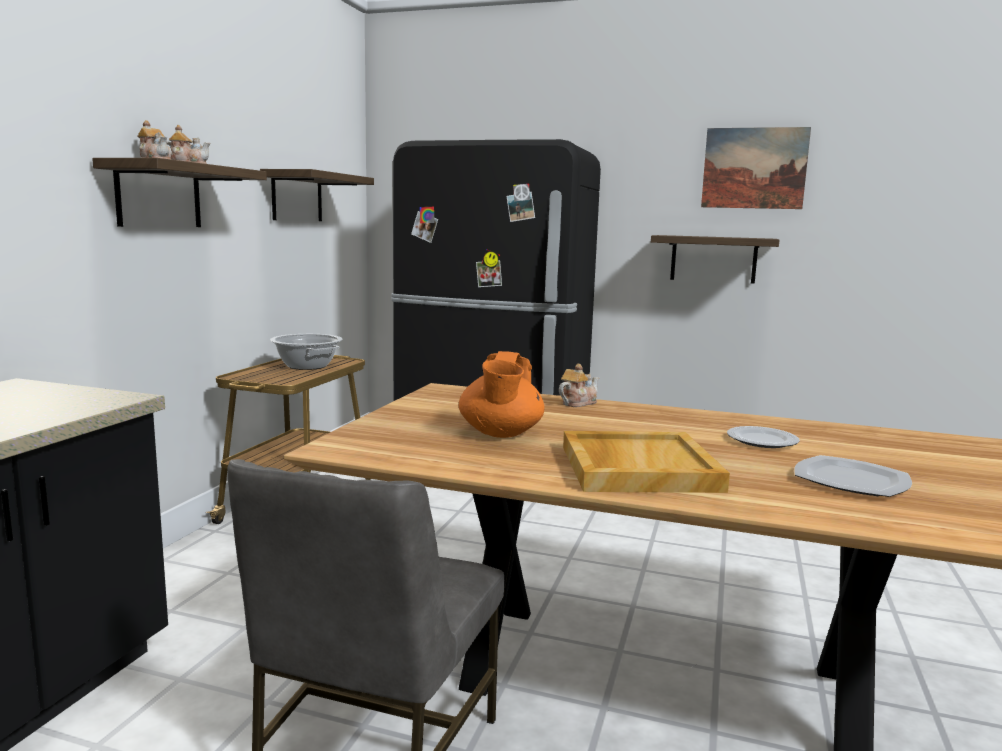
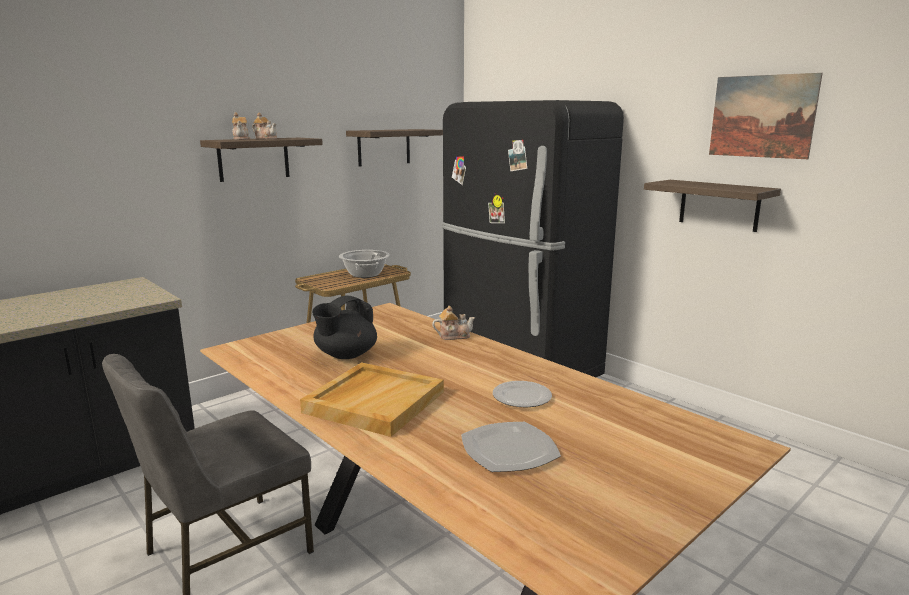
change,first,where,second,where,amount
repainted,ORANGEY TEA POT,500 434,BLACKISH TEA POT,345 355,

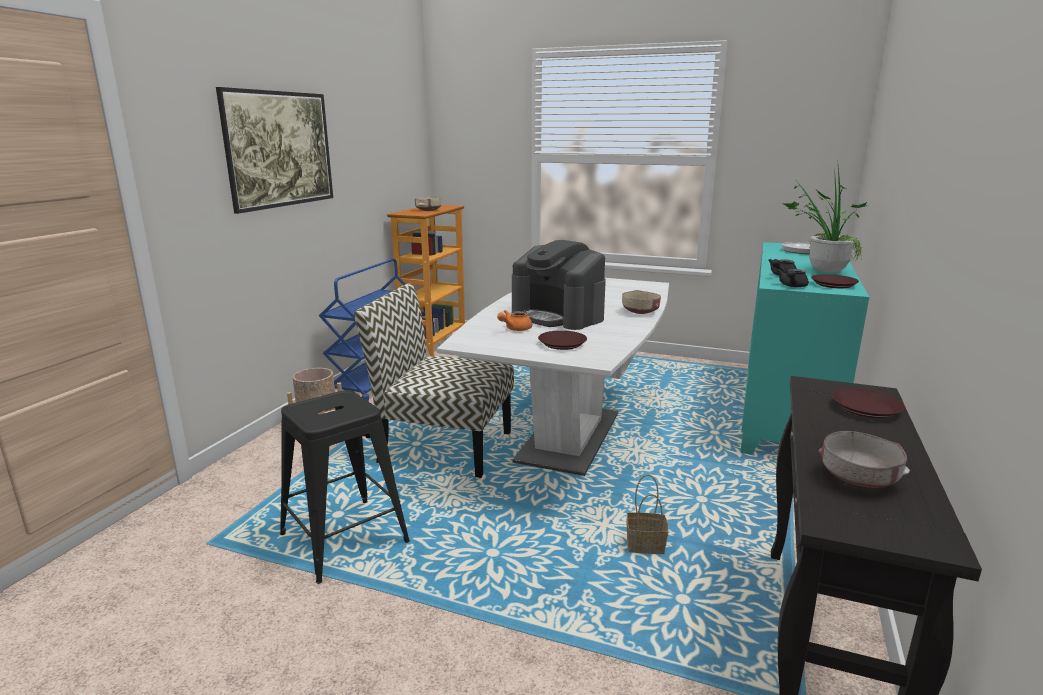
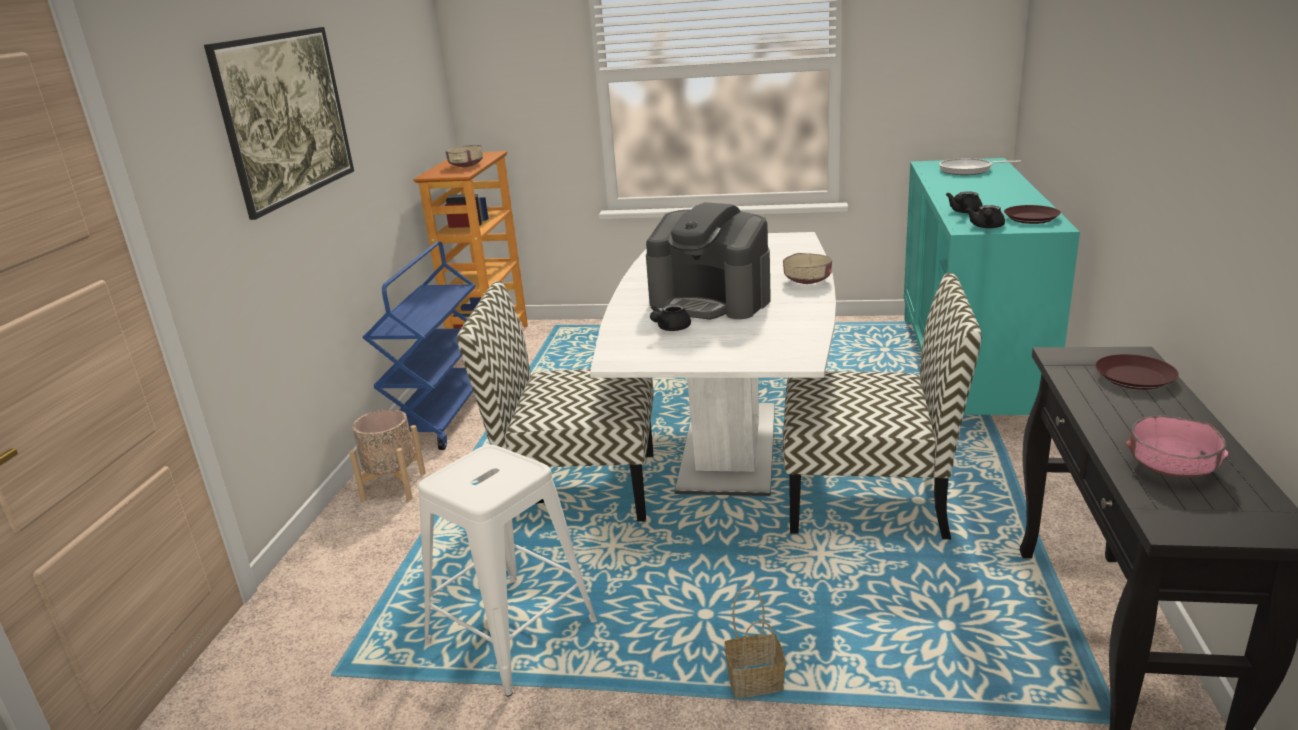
change,first,where,second,where,amount
repainted,BLACKISH STOOL,344 538,WHITE STOOL,511 632,
repainted,ORANGEY TEA POT,515 329,BLACKISH TEA POT,669 328,
shifted,HOUSEHOLD BASKET,644 546,,753 683,
new,,,PLAIN CHAIR,869 498,
repainted,GREY DEEP DISH,857 478,PINK-COLOURED DEEP DISH,1170 467,
gone,BROWNISH FLAT DISH,562 344,,,
gone,HOUSEPLANT,820 270,,,

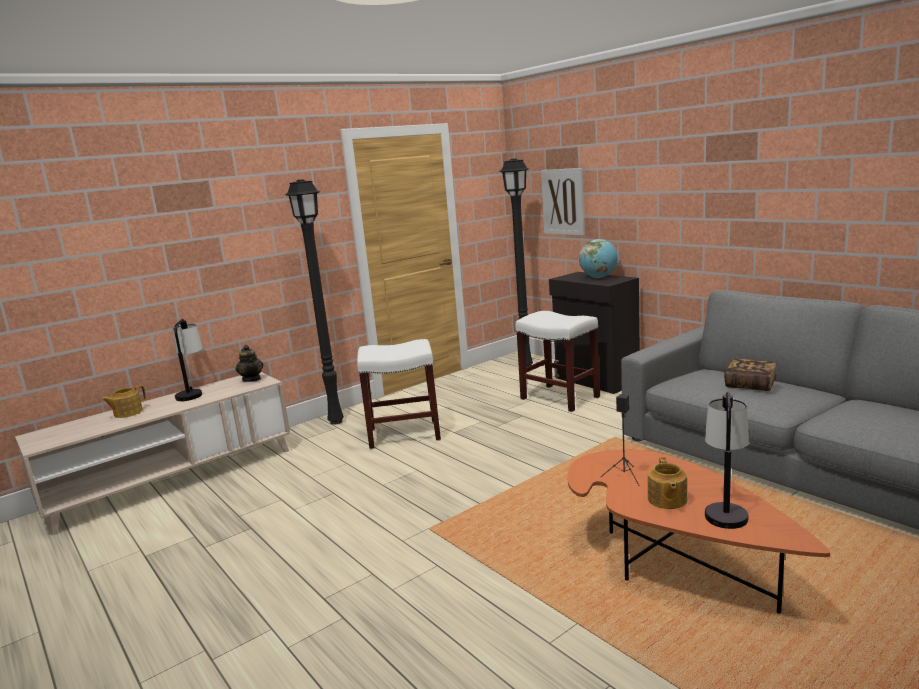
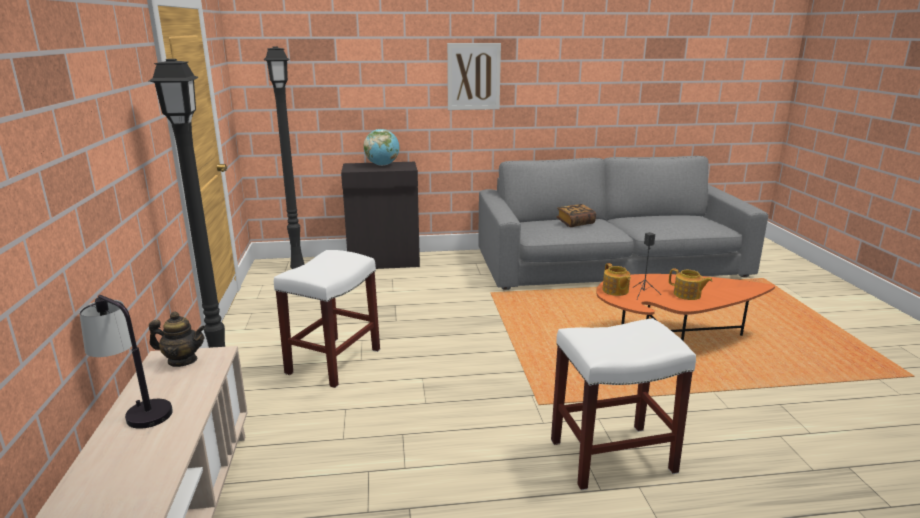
change,first,where,second,where,amount
shifted,PICTURE,563 202,,473 76,
shifted,WHITE STOOL,560 398,,613 455,
shifted,TEA POT,127 413,,615 291,
gone,TABLETOP LAMP,724 507,,,

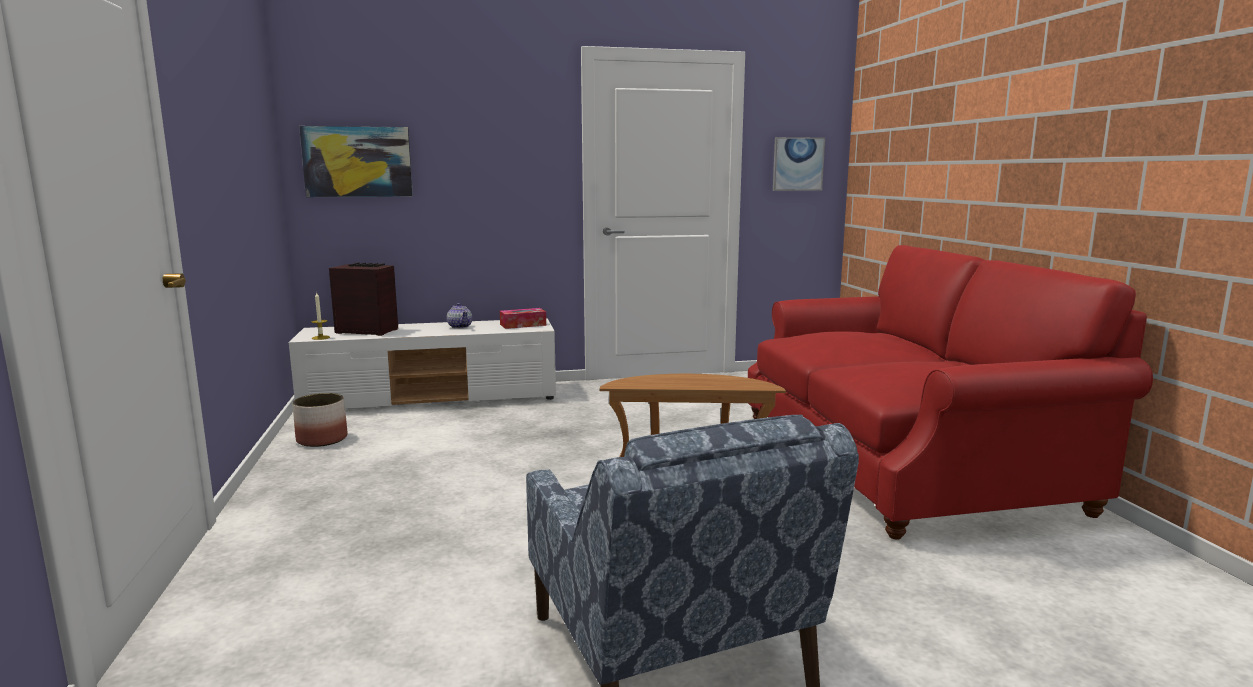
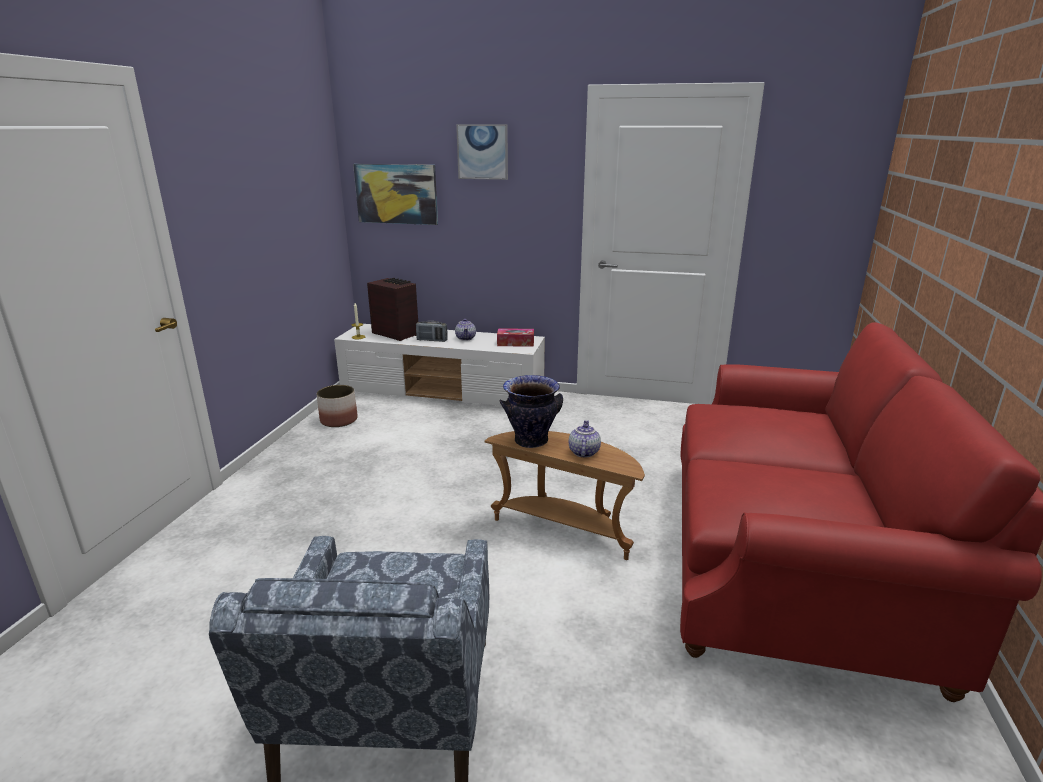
change,first,where,second,where,amount
new,,,RADIO,432 340,
shifted,PICTURE,798 164,,482 152,
new,,,FLOWER VASE,531 441,
new,,,TEA POT,583 452,

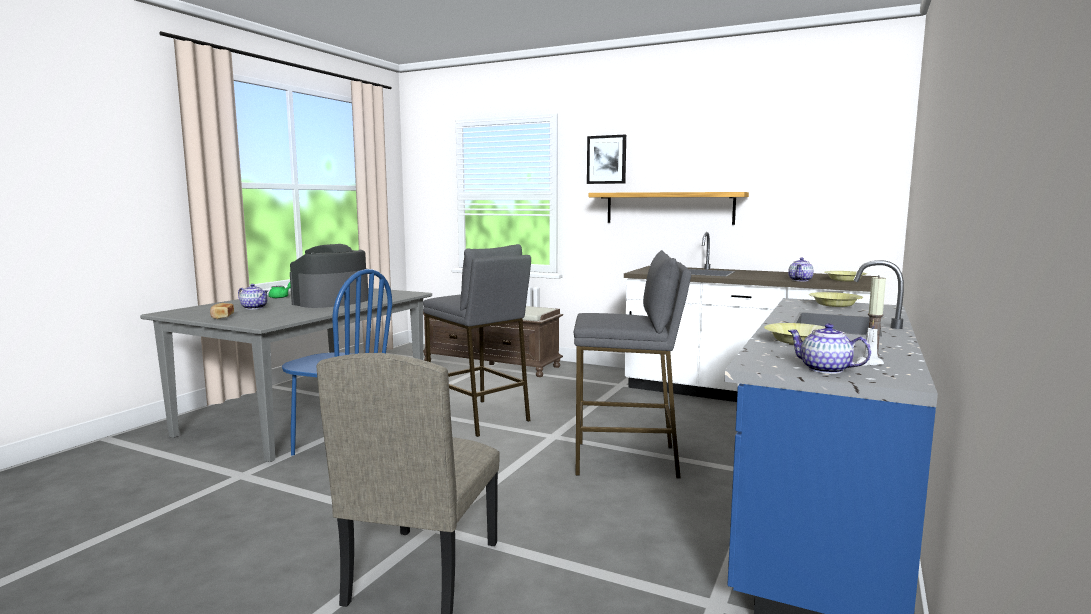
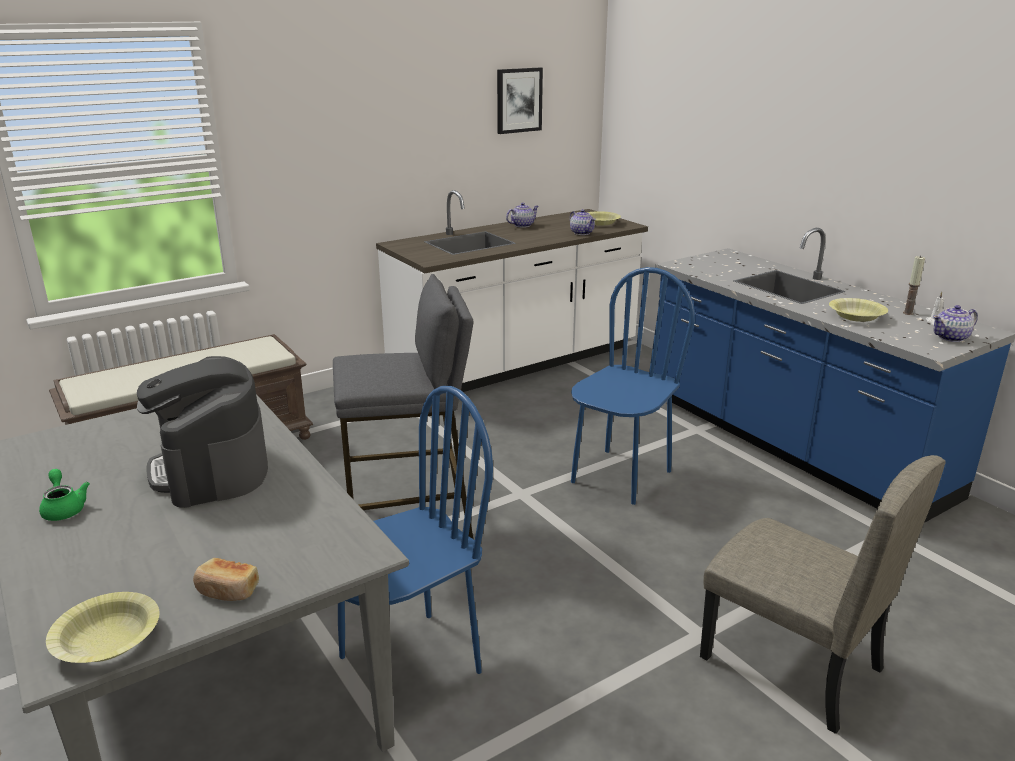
change,first,where,second,where,amount
shifted,YELLOWISH DEEP DISH,834 305,,107 641,
shifted,PICTURE,606 159,,518 100,
shifted,TEA POT,254 308,,522 225,
swapped,GREY STOOL,626 460,BLUE-COLOURED PLAIN CHAIR,620 476,
gone,BRACKET SHELF,669 208,,,

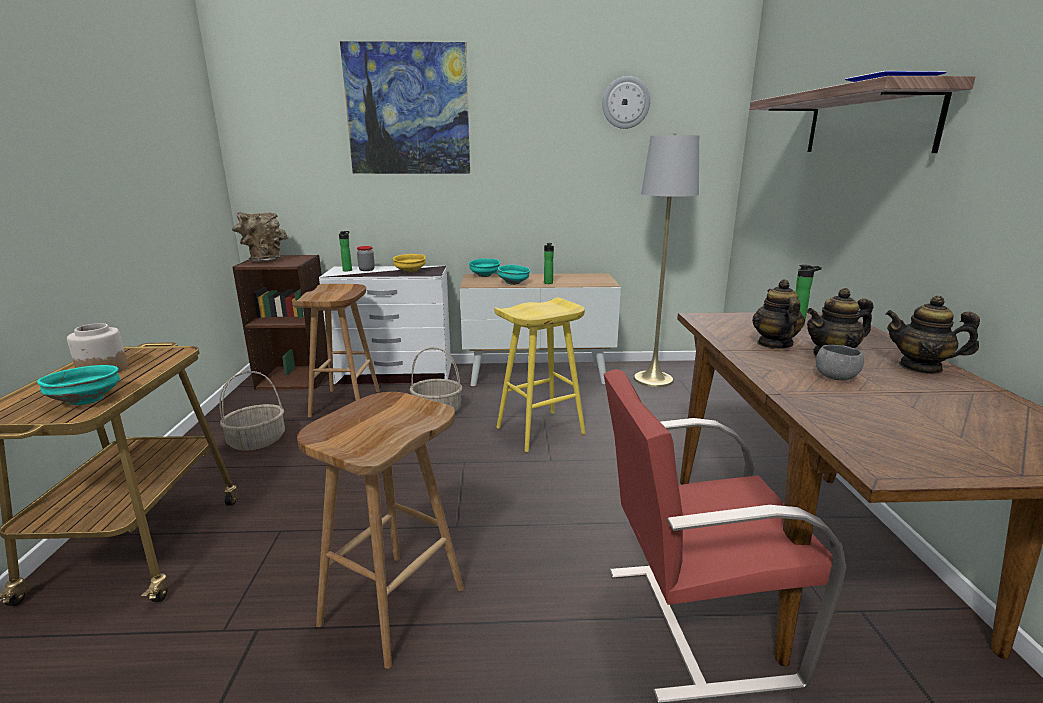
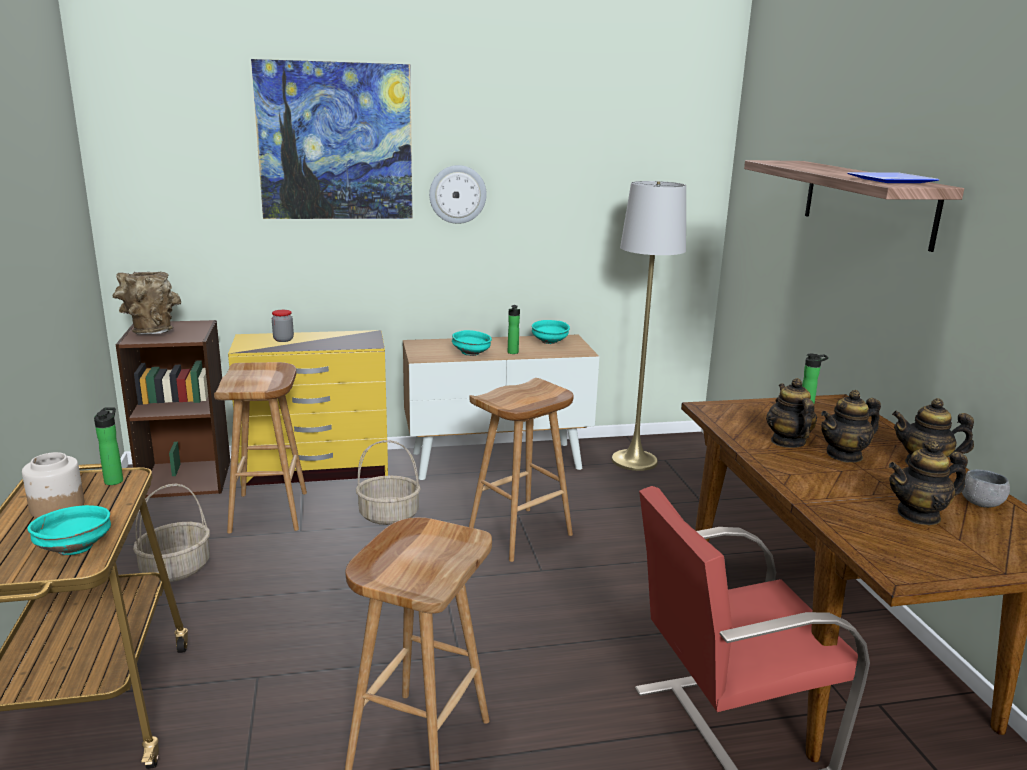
change,first,where,second,where,amount
shifted,DRINK BOTTLE,348 270,,115 480,
repainted,WHITE CHEST OF DRAWERS,394 375,YELLOWISH CHEST OF DRAWERS,317 469,
shifted,CLOCK ON THE WALL,625 102,,457 194,
repainted,YELLOWISH STOOL,540 431,BROWNISH STOOL,519 534,
shifted,TURQUOISE DEEP DISH,484 276,,549 342,
new,,,TEA POT,919 515,
shifted,GREY DEEP DISH,835 377,,981 503,
gone,YELLOWISH DEEP DISH,410 272,,,

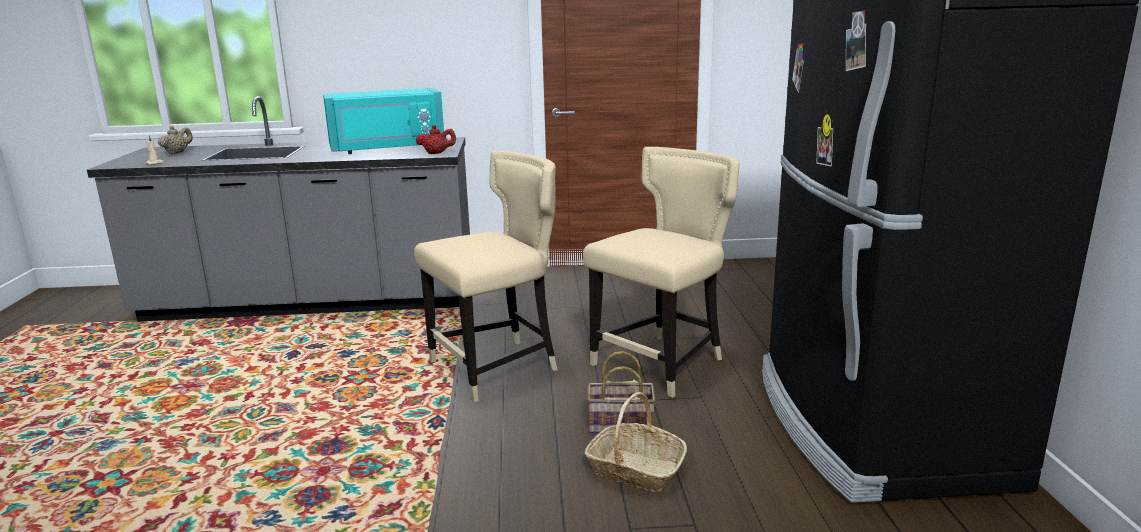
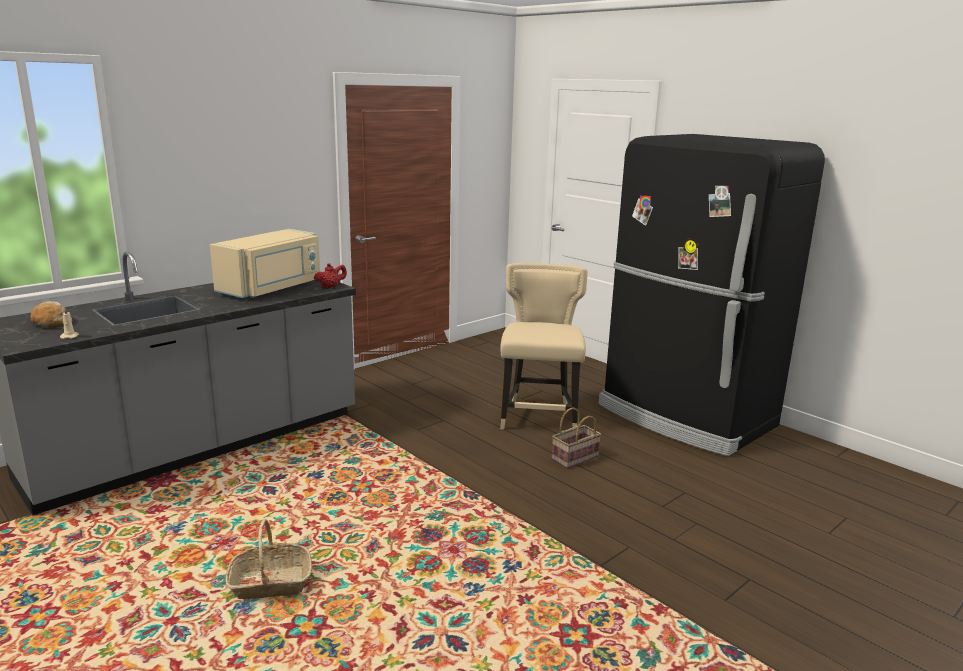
change,first,where,second,where,amount
swapped,BEIGE TEA POT,177 153,BAKED BREAD,51 322,
repainted,TURQUOISE MICROWAVE,388 149,BEIGE MICROWAVE,272 288,
shifted,HOUSEHOLD BASKET,635 469,,270 584,
gone,BEIGE PLAIN CHAIR,497 367,,,

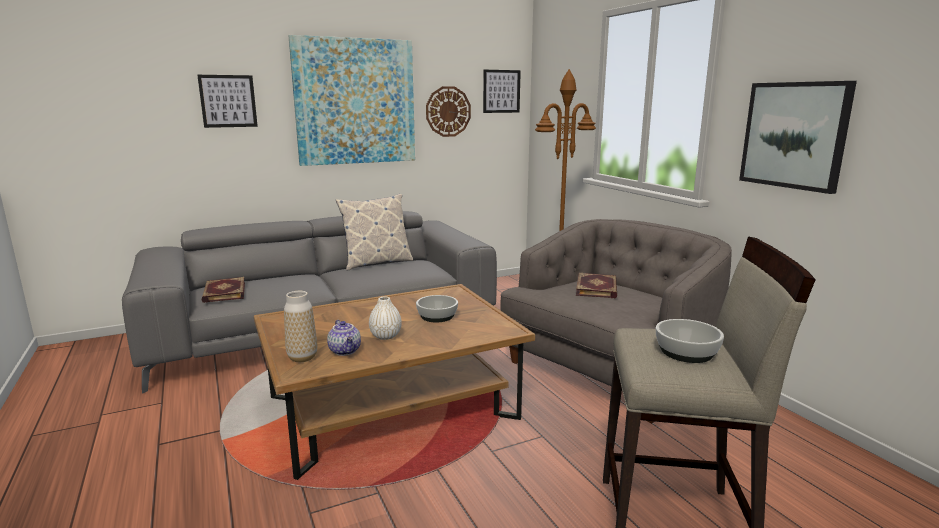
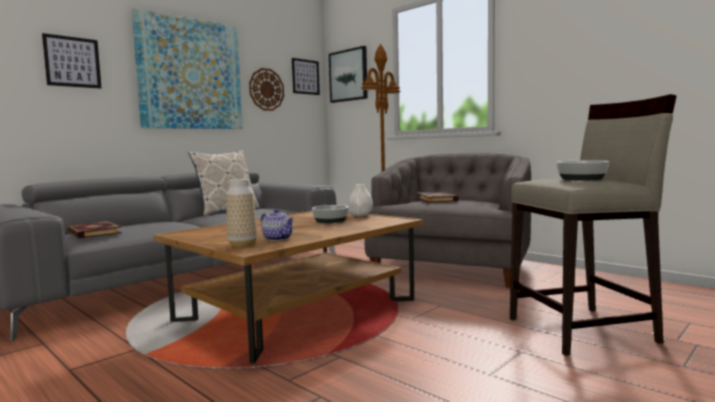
change,first,where,second,where,amount
shifted,PICTURE,794 135,,348 75,
shifted,WHITE FLOWER VASE,385 336,,360 215,

